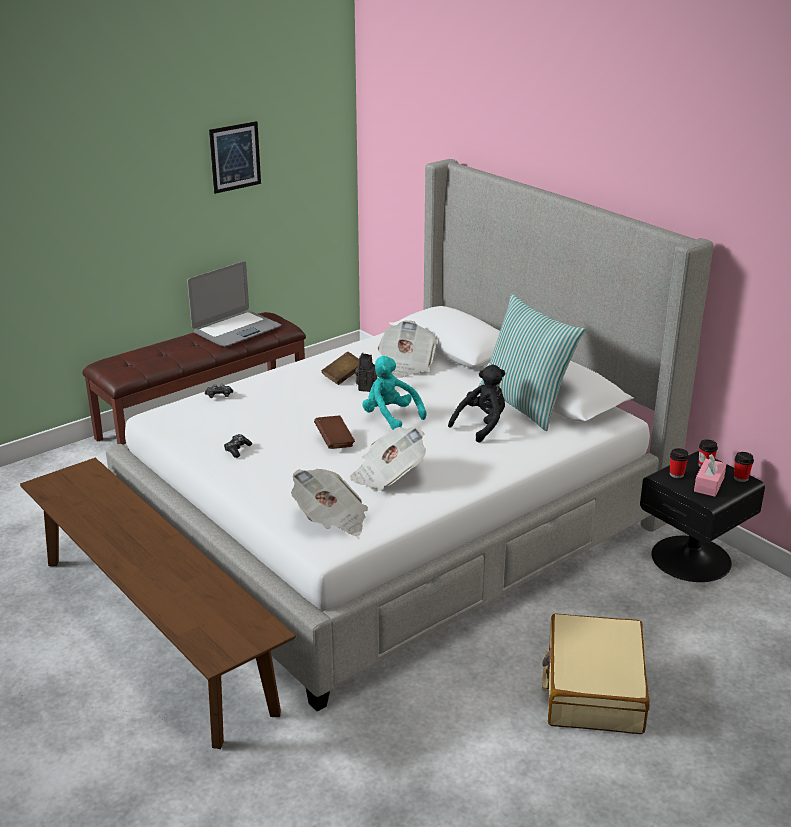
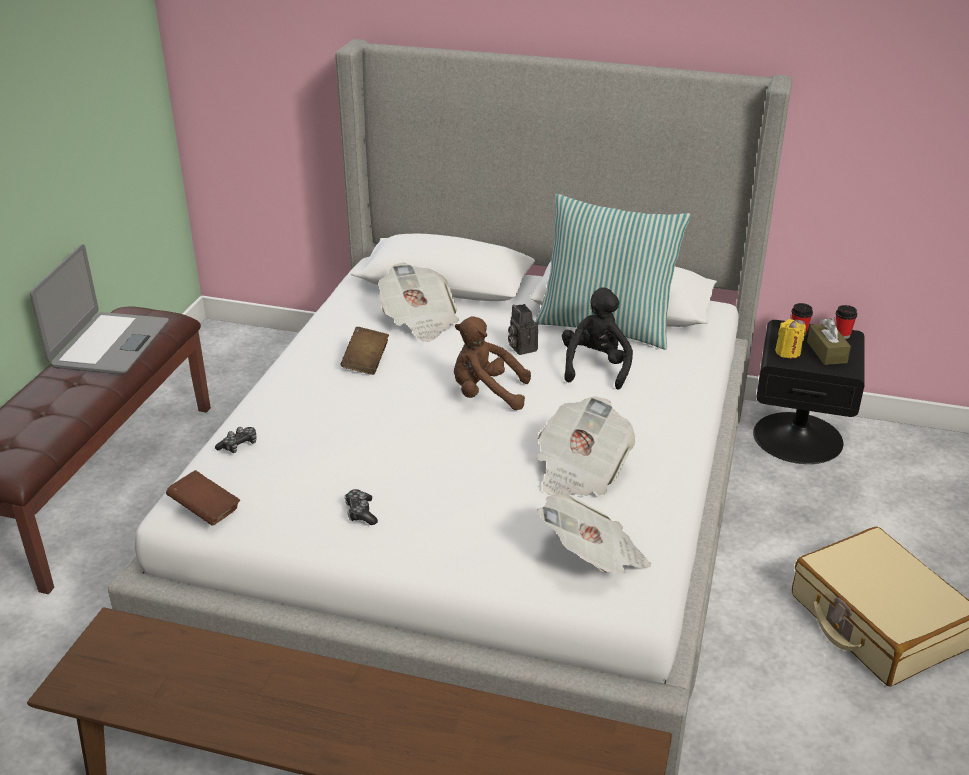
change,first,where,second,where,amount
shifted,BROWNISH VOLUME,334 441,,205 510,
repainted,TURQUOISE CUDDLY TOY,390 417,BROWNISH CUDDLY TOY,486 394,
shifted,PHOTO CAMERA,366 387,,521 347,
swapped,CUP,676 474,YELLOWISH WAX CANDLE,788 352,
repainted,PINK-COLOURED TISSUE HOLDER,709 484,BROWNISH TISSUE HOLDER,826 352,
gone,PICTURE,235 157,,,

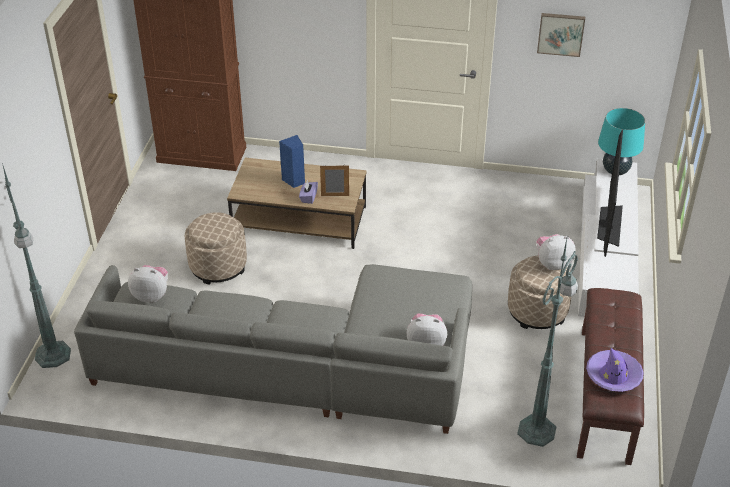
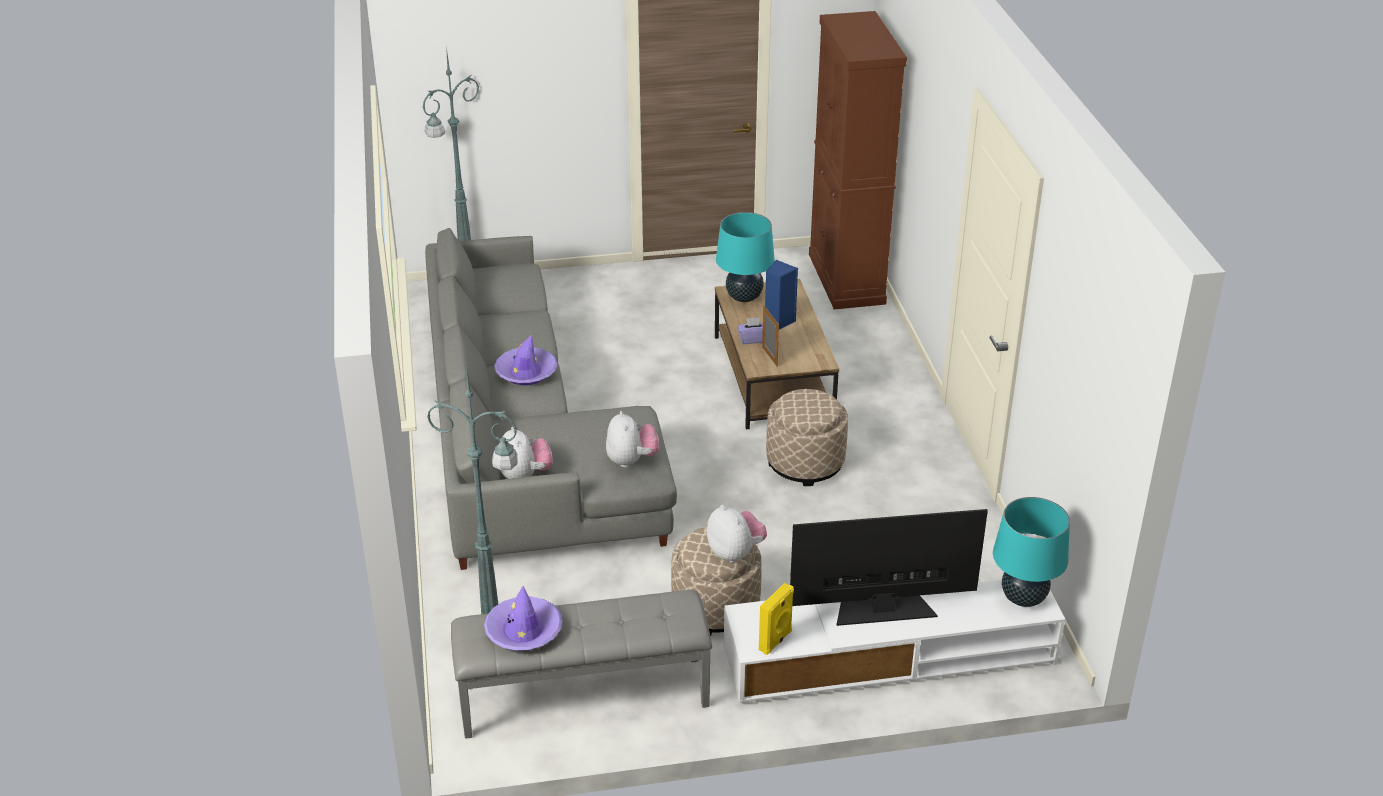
change,first,where,second,where,amount
repainted,BROWNISH INDOOR BENCH,606 395,GREY INDOOR BENCH,583 697,
new,,,PURPLE-COLOURED HAT,526 372,
shifted,CUDDLY TOY,151 295,,631 460,
new,,,TURQUOISE TABLETOP LAMP,744 297,
new,,,YELLOWISH AUDIO SPEAKER,776 641,
shifted,BEIGE FOOTREST,218 266,,805 463,
gone,PICTURE,560 33,,,

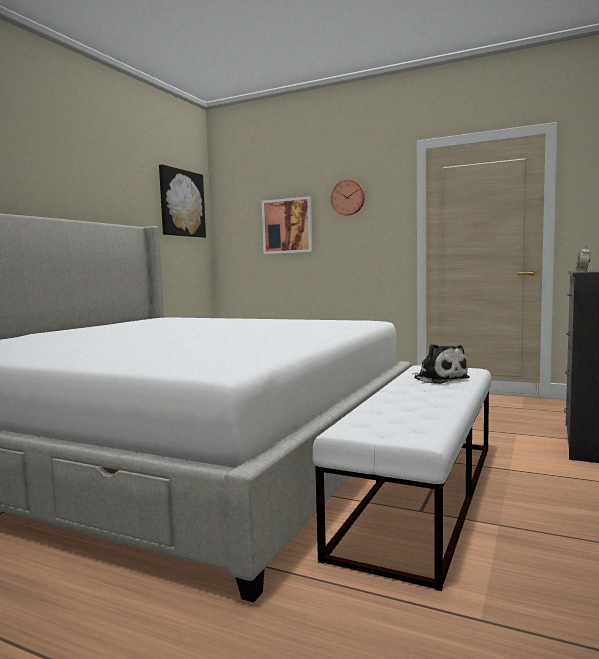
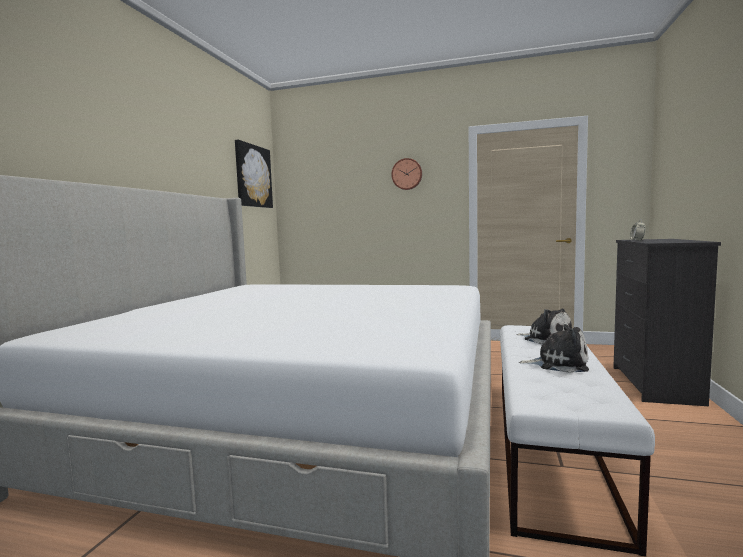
change,first,where,second,where,amount
new,,,CUDDLY TOY,558 364,
gone,PICTURE,287 226,,,

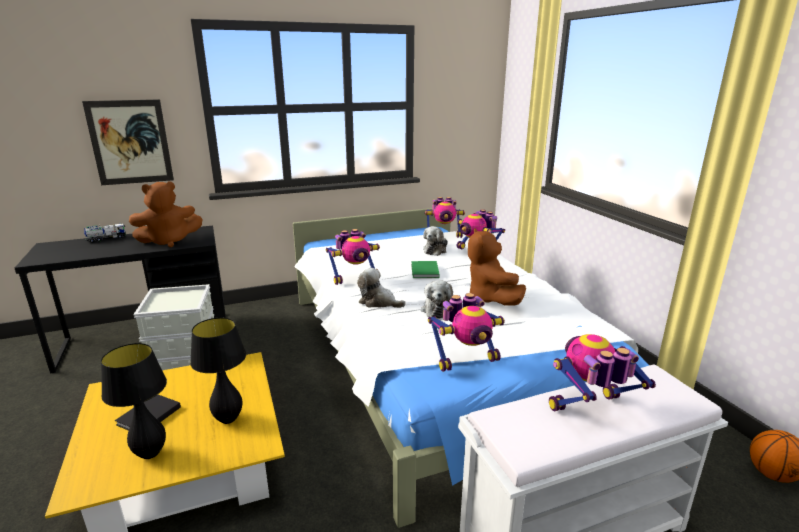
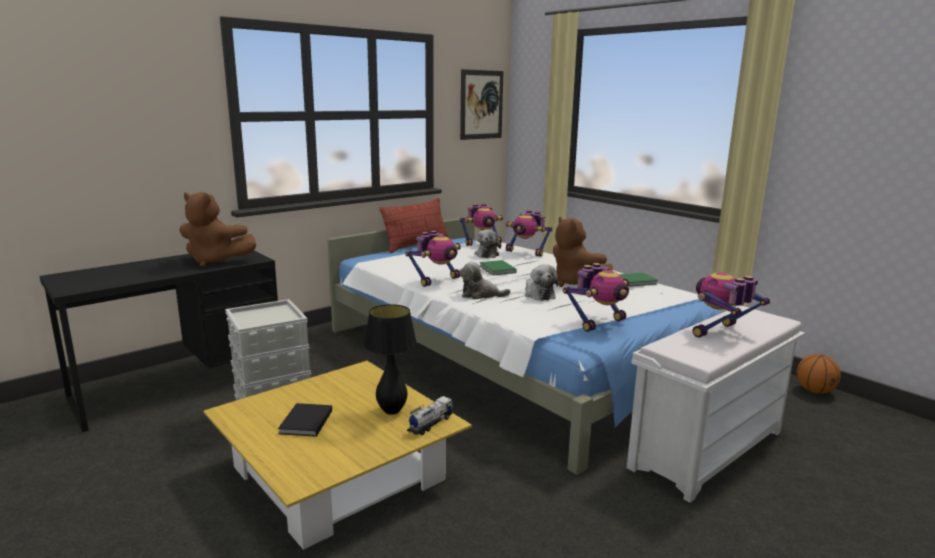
change,first,where,second,where,amount
rotated,BROWNISH CUDDLY TOY,169 241,,215 261,60 degrees clockwise
new,,,CUSHION,416 245,
shifted,MODEL TRUCK,106 239,,430 424,
shifted,PICTURE,130 142,,481 105,
new,,,GREEN VOLUME,635 281,
gone,BLACKISH TABLETOP LAMP,150 453,,,

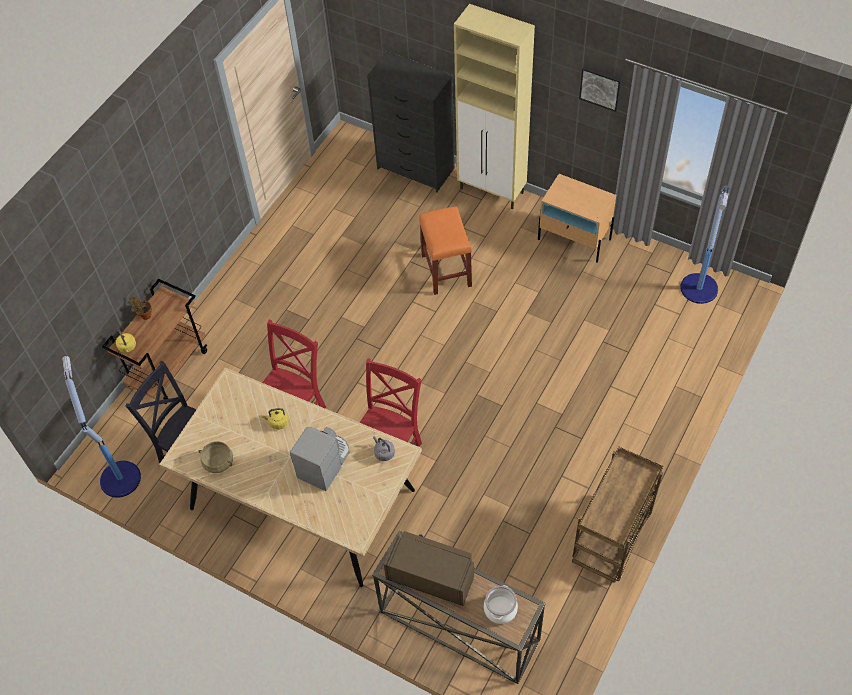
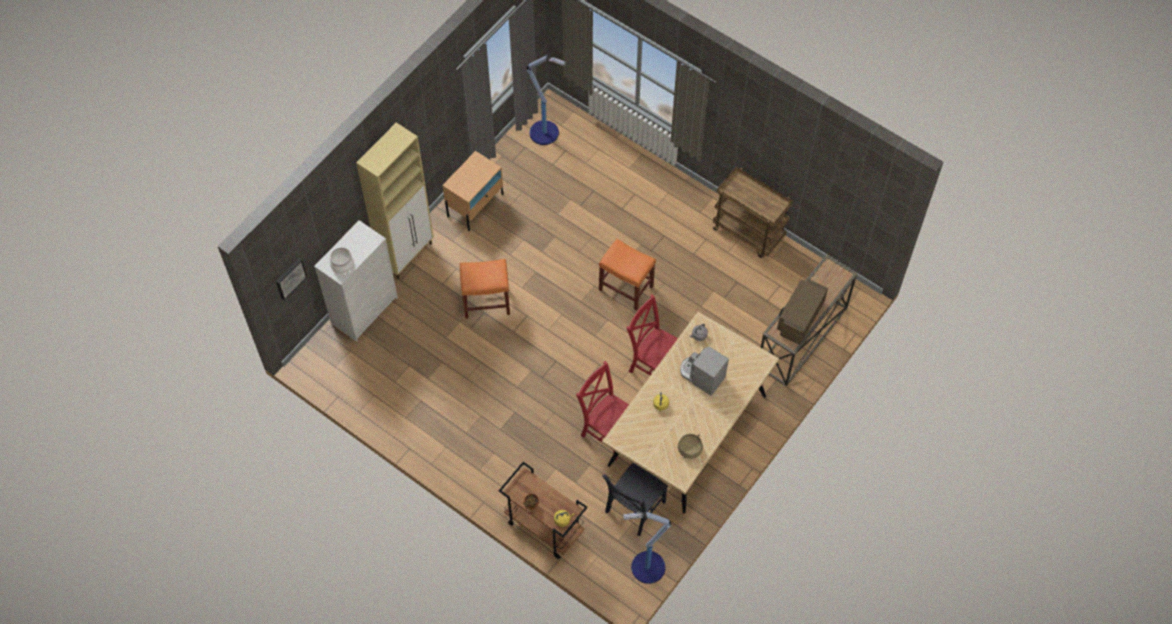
change,first,where,second,where,amount
shifted,PICTURE,601 87,,290 278,
repainted,BLACKISH CHEST OF DRAWERS,416 168,WHITE CHEST OF DRAWERS,365 310,
shifted,COOKING POT,500 609,,342 264,
new,,,ORANGEY STOOL,626 288,

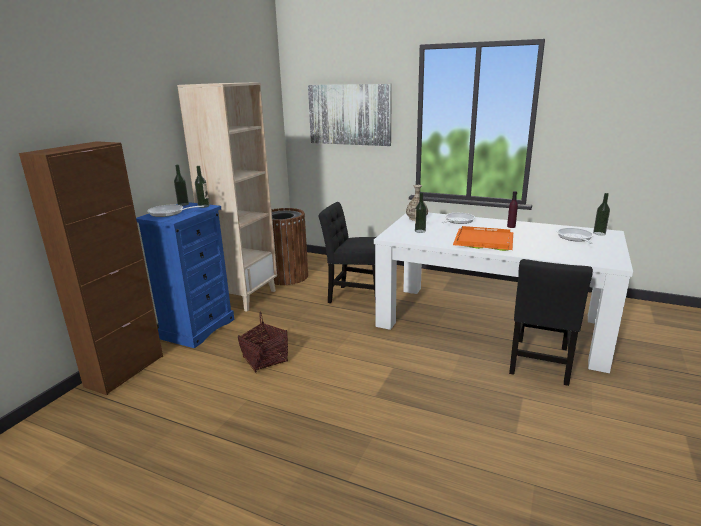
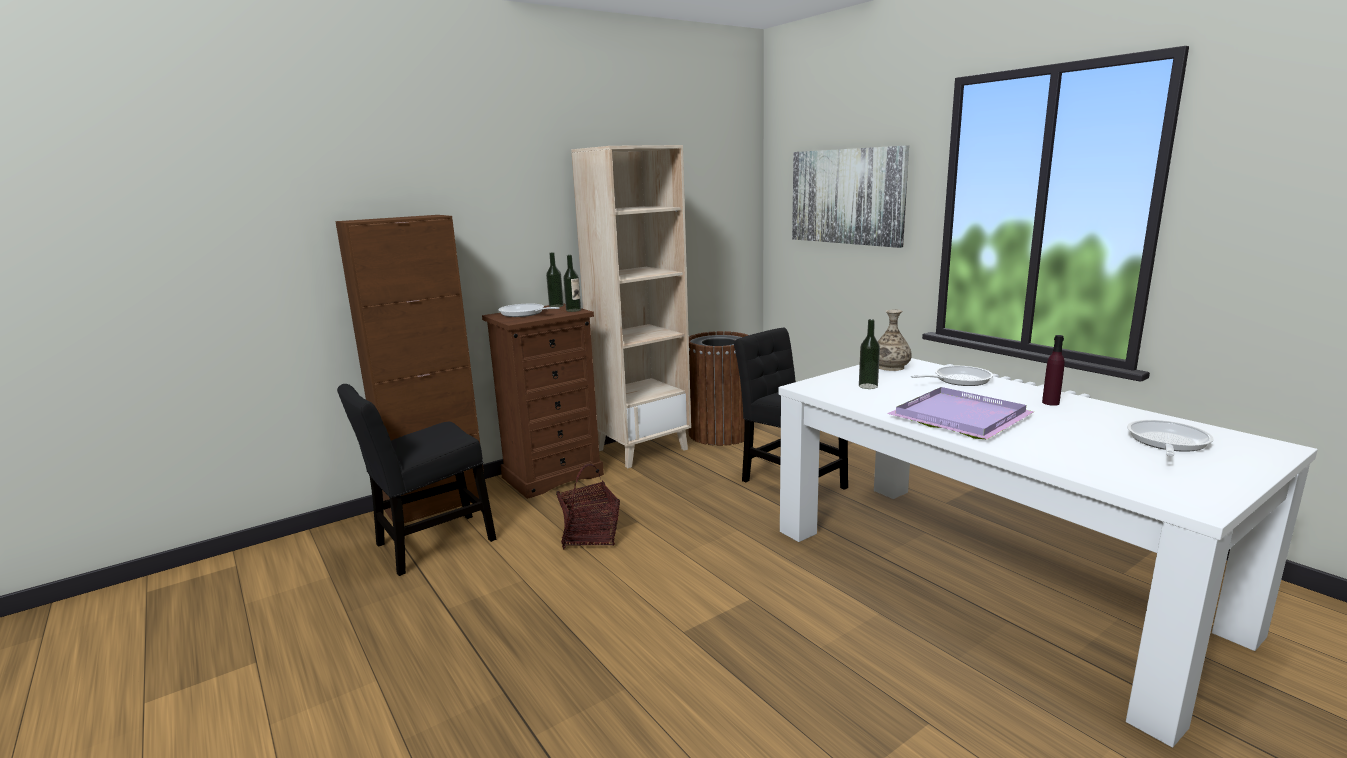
change,first,where,second,where,amount
shifted,BLACKISH PLAIN CHAIR,539 363,,429 545,
repainted,BLUE-COLOURED CHEST OF DRAWERS,197 328,BROWNISH CHEST OF DRAWERS,553 476,
repainted,ORANGEY TRAY,484 241,PURPLE-COLOURED TRAY,960 418,
gone,DRINK BOTTLE,599 233,,,

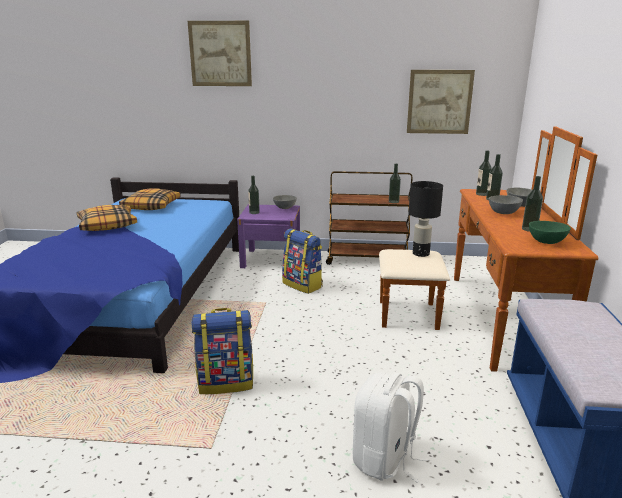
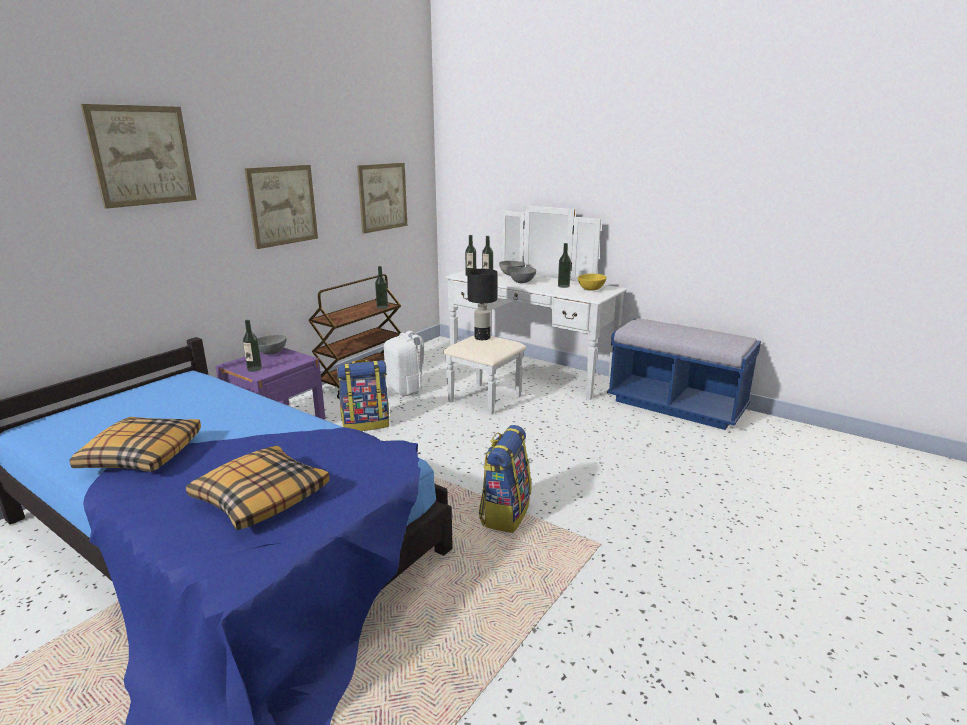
change,first,where,second,where,amount
shifted,CUSHION,151 206,,261 497,
new,,,PICTURE,282 205,
shifted,WHITE KNAPSACK,385 459,,406 389,
repainted,BROWNISH CHEST OF DRAWERS,479 318,WHITE CHEST OF DRAWERS,520 377,
repainted,GREEN DEEP DISH,547 242,YELLOWISH DEEP DISH,592 289,

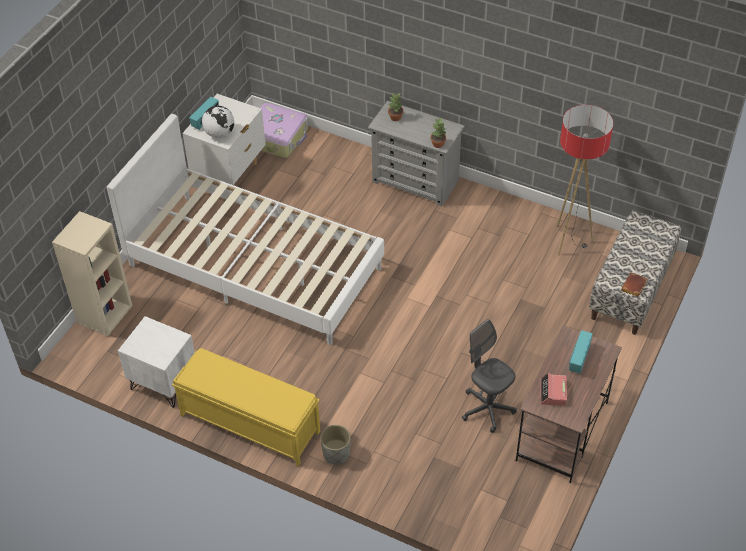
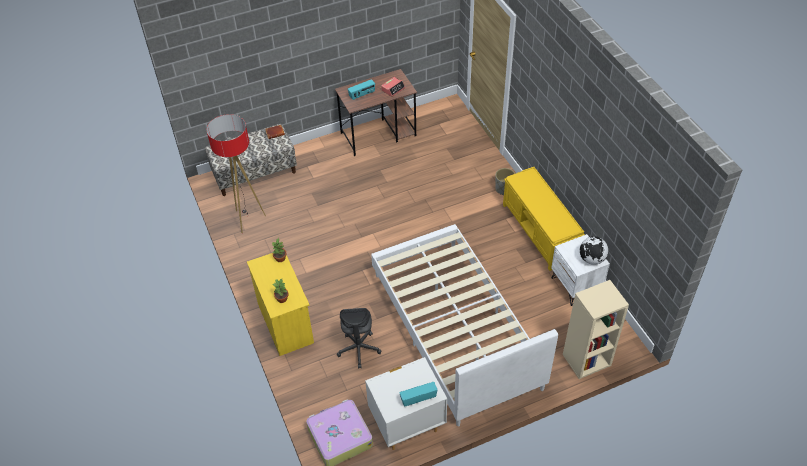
change,first,where,second,where,amount
repainted,GREY CHEST OF DRAWERS,415 181,YELLOWISH CHEST OF DRAWERS,285 323,
shifted,GREY OFFICE CHAIR,487 409,,359 349,
shifted,WORLD GLOBE,219 133,,591 259,

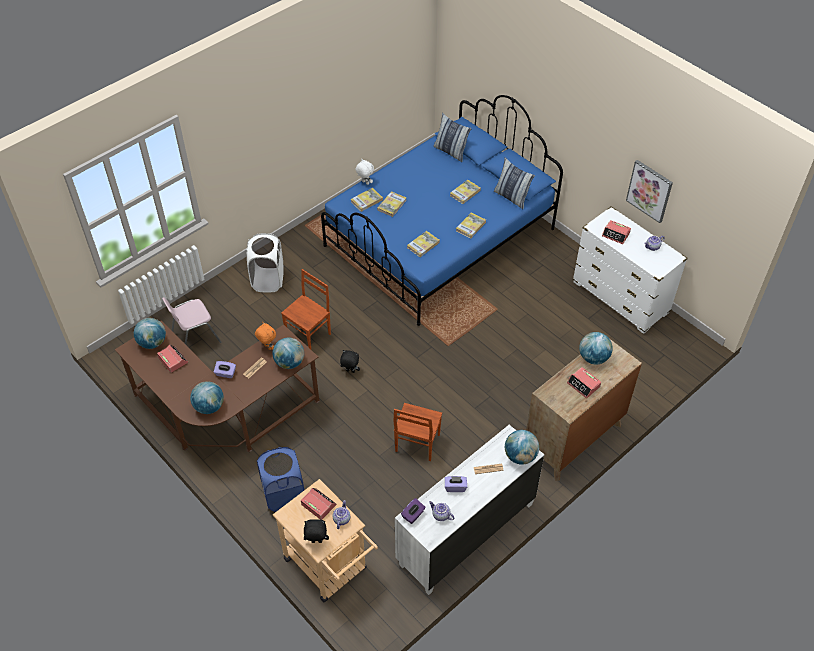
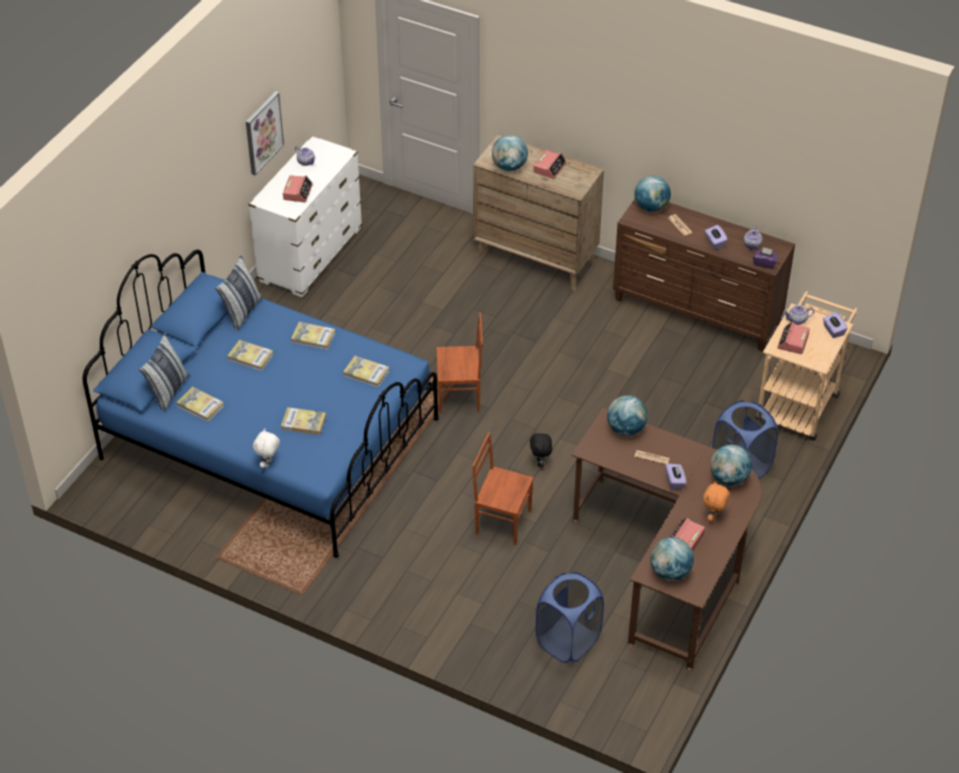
change,first,where,second,where,amount
shifted,VOLUME,366 200,,200 405,
shifted,BROWNISH PLAIN CHAIR,416 443,,459 397,
swapped,PINK-COLOURED PLAIN CHAIR,195 338,BLUE-COLOURED HAMPER,568 641,
repainted,WHITE CHEST OF DRAWERS,465 534,BROWNISH CHEST OF DRAWERS,697 312,
shifted,ORANGEY CUDDLY TOY,267 347,,714 516,
swapped,BLACKISH CUDDLY TOY,316 542,PURPLE-COLOURED TISSUE HOLDER,833 330,
gone,WHITE HAMPER,268 280,,,

